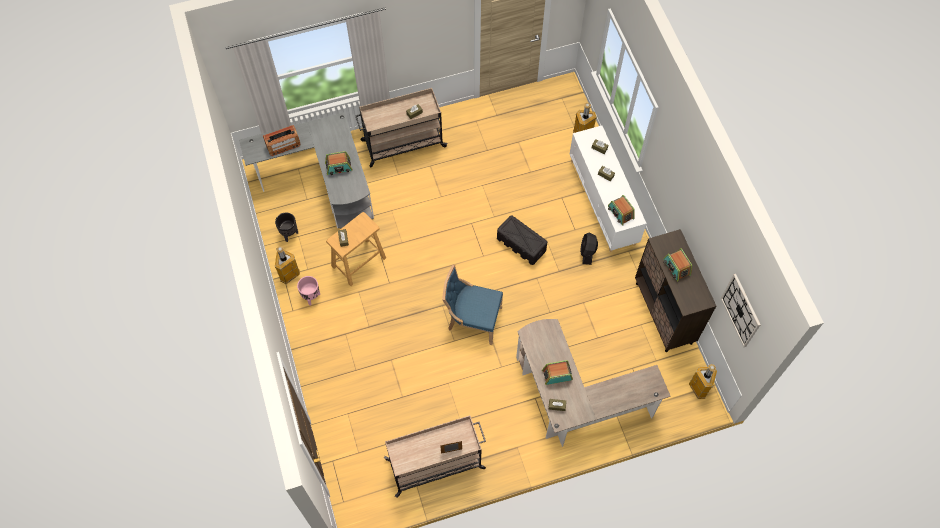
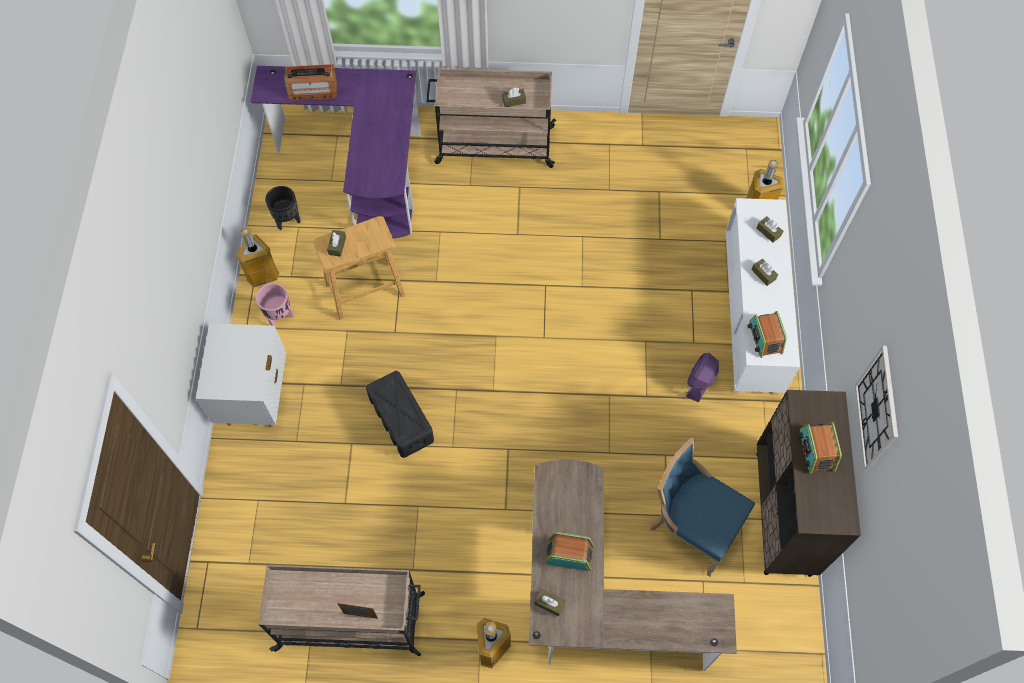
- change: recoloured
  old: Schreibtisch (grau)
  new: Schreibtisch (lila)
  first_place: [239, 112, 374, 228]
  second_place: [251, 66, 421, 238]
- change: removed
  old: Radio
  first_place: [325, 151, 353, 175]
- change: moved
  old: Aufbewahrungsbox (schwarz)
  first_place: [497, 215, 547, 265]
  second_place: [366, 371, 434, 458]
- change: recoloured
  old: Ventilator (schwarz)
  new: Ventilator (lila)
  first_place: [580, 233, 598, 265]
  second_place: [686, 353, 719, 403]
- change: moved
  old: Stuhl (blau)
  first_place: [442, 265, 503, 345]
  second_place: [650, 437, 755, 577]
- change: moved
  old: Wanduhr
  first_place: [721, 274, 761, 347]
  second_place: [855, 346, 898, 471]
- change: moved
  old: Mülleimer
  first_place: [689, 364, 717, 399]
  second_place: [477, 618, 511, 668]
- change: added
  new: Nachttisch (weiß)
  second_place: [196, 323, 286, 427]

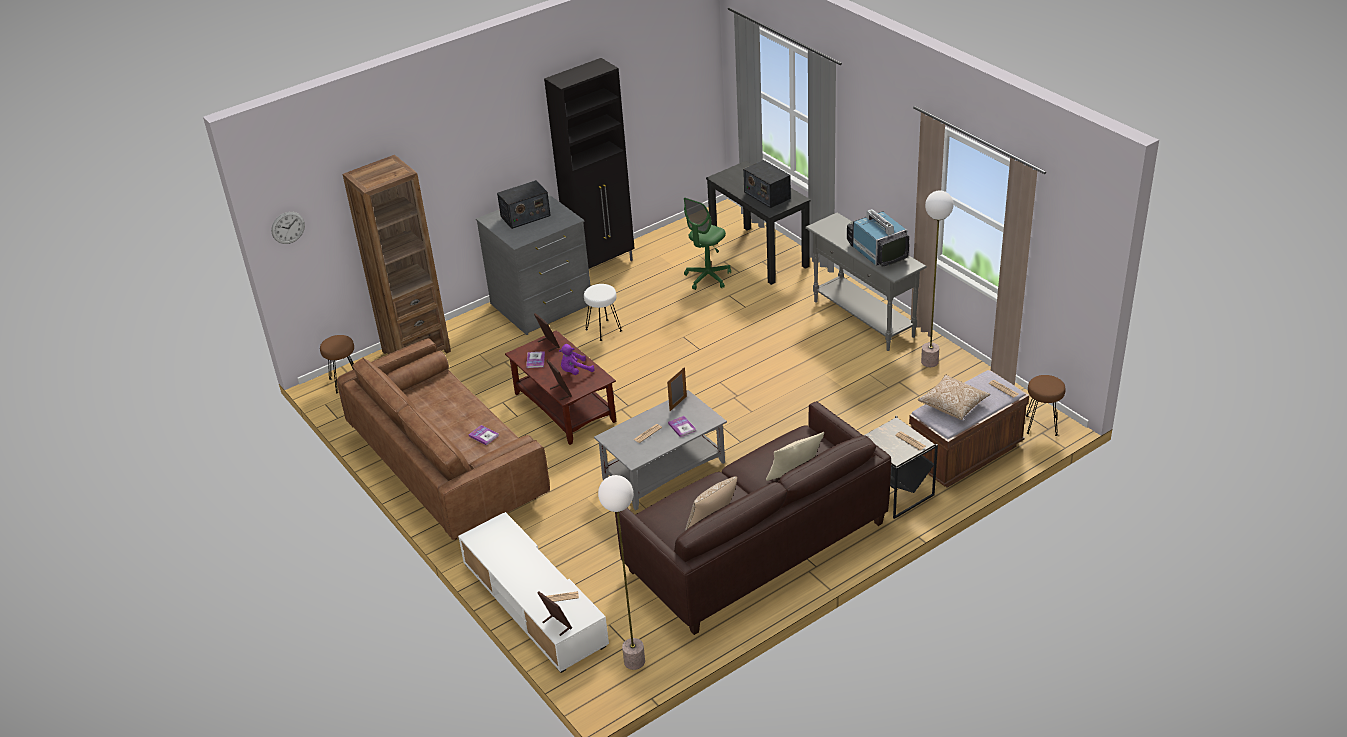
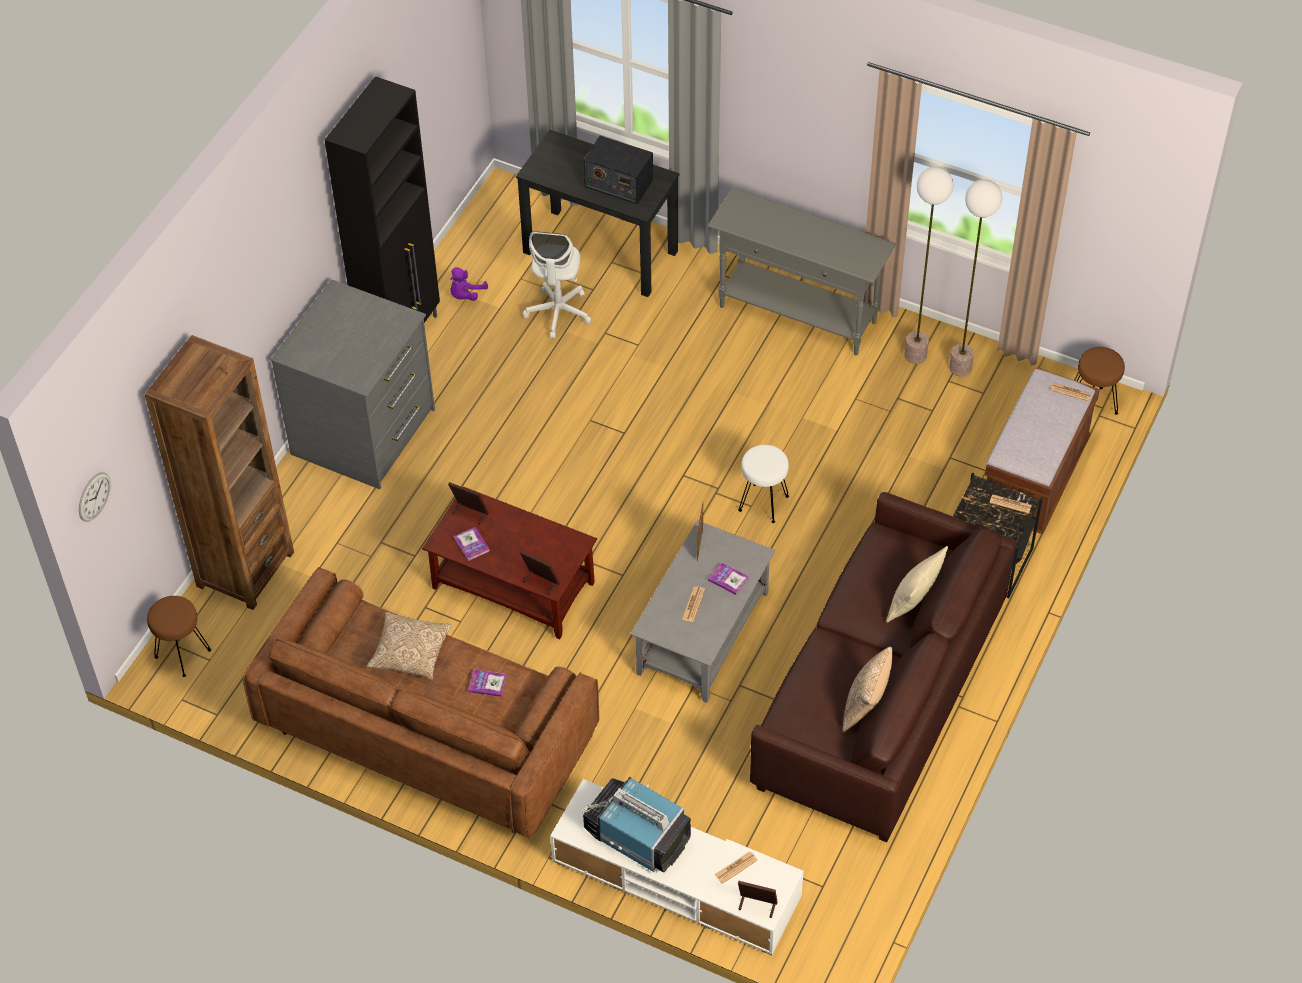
- change: removed
  old: Radio
  first_place: [497, 180, 551, 229]
- change: recoloured
  old: Bürostuhl (grün)
  new: Bürostuhl (weiß)
  first_place: [684, 198, 731, 290]
  second_place: [523, 231, 591, 339]
- change: moved
  old: Fernseher
  first_place: [847, 209, 909, 266]
  second_place: [582, 777, 691, 872]
- change: moved
  old: Hocker (weiß)
  first_place: [584, 284, 622, 341]
  second_place: [738, 445, 789, 523]
- change: moved
  old: Plüschtier (lila)
  first_place: [559, 344, 595, 375]
  second_place: [450, 267, 488, 301]
- change: moved
  old: Kissen
  first_place: [918, 375, 990, 420]
  second_place: [366, 612, 452, 680]
- change: moved
  old: Stehlampe
  first_place: [598, 475, 645, 670]
  second_place: [949, 179, 1002, 377]

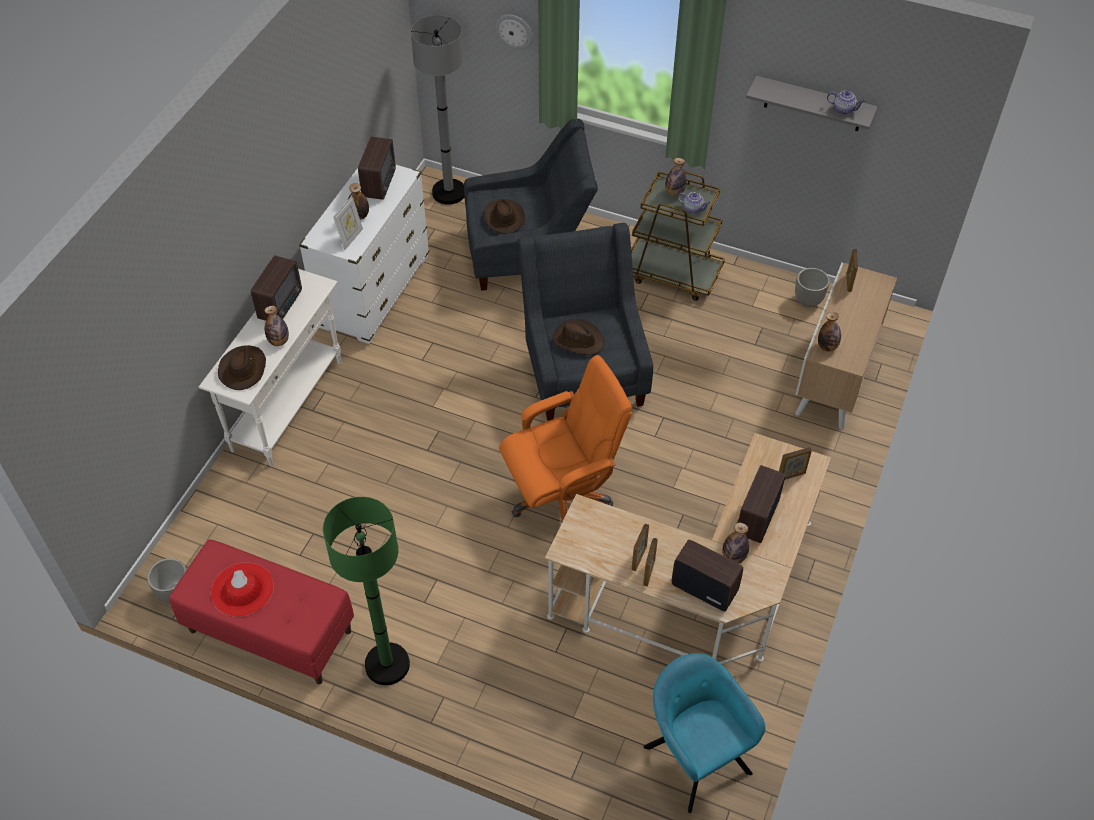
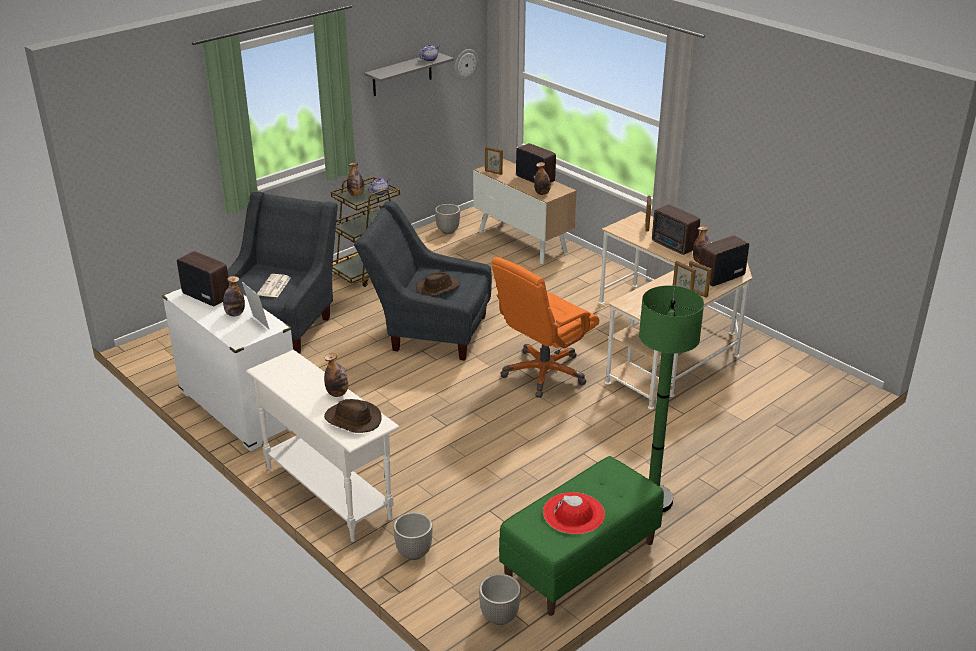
- change: removed
  old: Stehlampe (grau)
  first_place: [411, 15, 464, 205]
- change: moved
  old: Wanduhr
  first_place: [495, 15, 533, 50]
  second_place: [455, 49, 478, 80]
- change: replaced
  old: Hut (braun)
  new: Zeitung
  first_place: [484, 199, 525, 234]
  second_place: [257, 274, 291, 297]
- change: moved
  old: Radio
  first_place: [251, 255, 302, 321]
  second_place: [516, 143, 556, 183]
- change: turned
  old: Bürostuhl (orange)
  first_place: [499, 355, 633, 522]
  second_place: [492, 257, 599, 398]
  degrees: -135
- change: recoloured
  old: Bank (rot)
  new: Bank (grün)
  first_place: [169, 539, 354, 684]
  second_place: [499, 456, 664, 616]
- change: removed
  old: Sessel (türkis)
  first_place: [644, 653, 766, 813]
- change: added
  new: Pflanzkübel
  second_place: [393, 512, 433, 560]

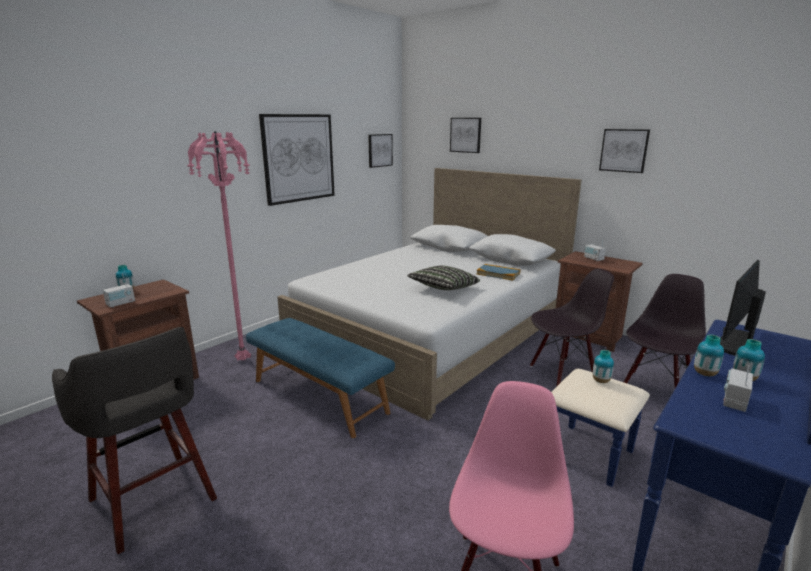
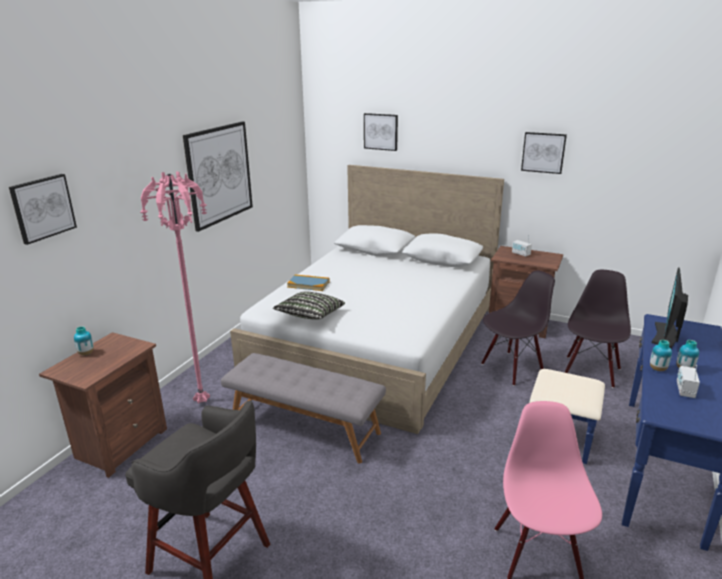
- change: moved
  old: Bild
  first_place: [368, 134, 393, 168]
  second_place: [9, 174, 77, 245]
- change: moved
  old: Buch
  first_place: [477, 264, 520, 280]
  second_place: [287, 274, 330, 291]
- change: moved
  old: Kissen
  first_place: [407, 266, 480, 290]
  second_place: [273, 291, 345, 319]
- change: removed
  old: Radio
  first_place: [103, 273, 135, 308]
- change: recoloured
  old: Bank (blau)
  new: Bank (grau)
  first_place: [246, 318, 395, 438]
  second_place: [221, 353, 386, 464]
- change: removed
  old: Vase
  first_place: [593, 350, 614, 383]

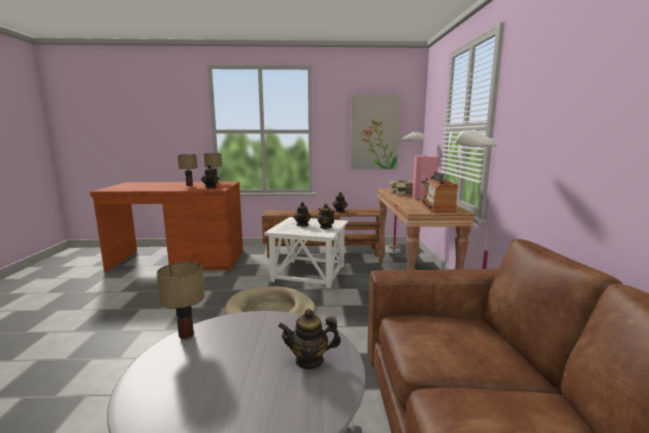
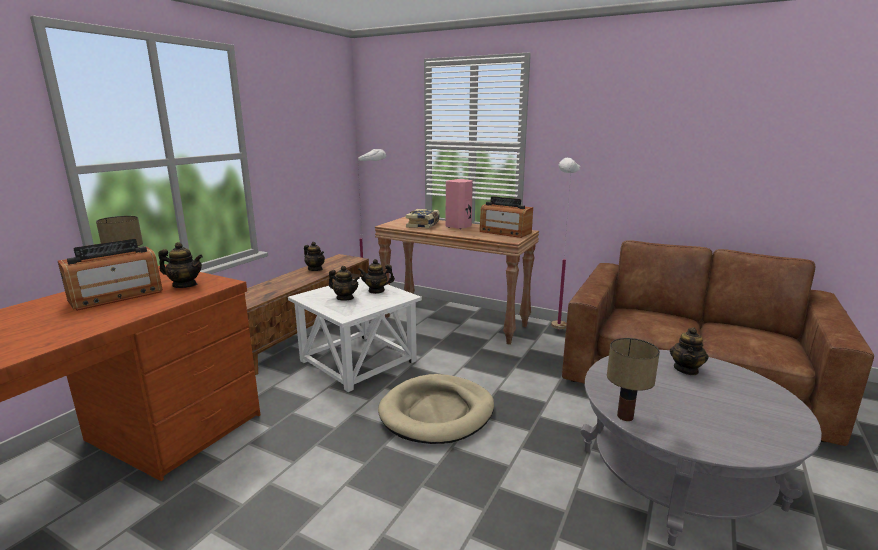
- change: removed
  old: Bild
  first_place: [350, 95, 401, 169]
- change: replaced
  old: Tischlampe
  new: Radio
  first_place: [177, 154, 198, 186]
  second_place: [58, 239, 163, 311]

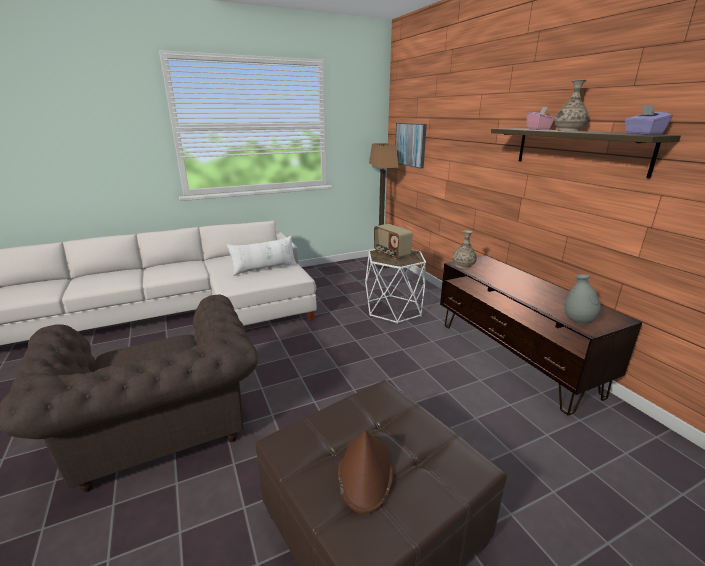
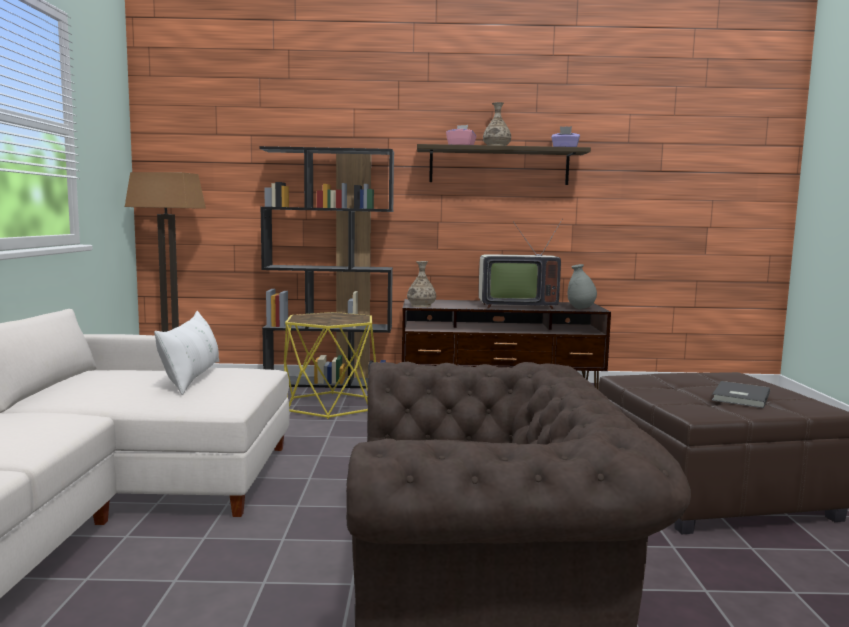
- change: removed
  old: Bild
  first_place: [395, 123, 427, 169]
- change: removed
  old: Radio
  first_place: [374, 224, 413, 259]
- change: recoloured
  old: Beistelltisch (weiß)
  new: Beistelltisch (gelb)
  first_place: [365, 250, 426, 324]
  second_place: [284, 312, 376, 419]
- change: replaced
  old: Hut (braun)
  new: Buch (grau)
  first_place: [338, 430, 393, 514]
  second_place: [712, 381, 770, 408]
- change: added
  new: Bücherregal (schwarz)
  second_place: [259, 146, 394, 388]
- change: added
  new: Fernseher
  second_place: [479, 220, 562, 309]

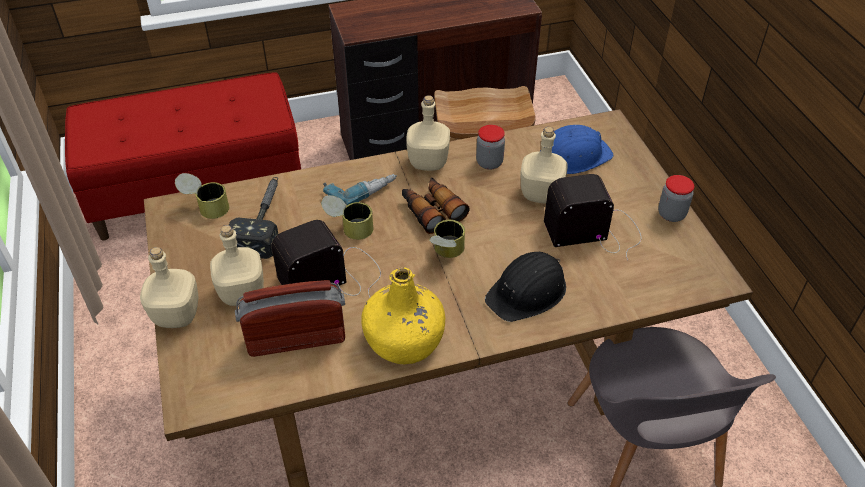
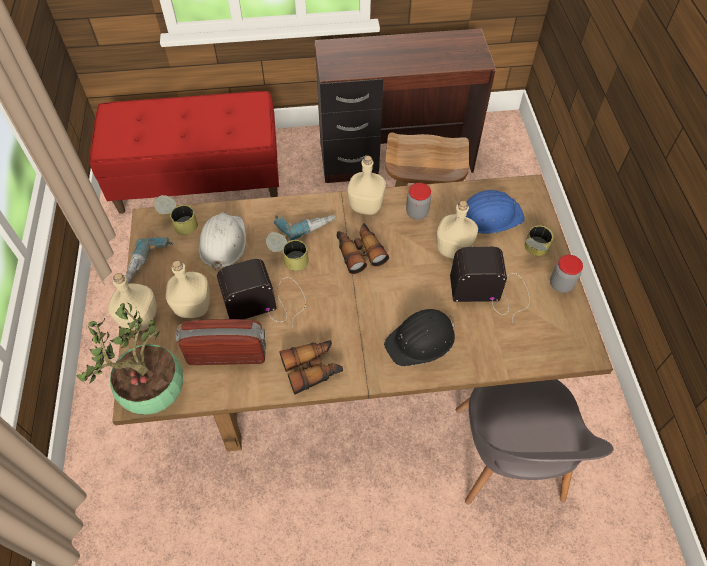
- change: replaced
  old: Hammer
  new: Schutzhelm (weiß)
  first_place: [229, 177, 278, 259]
  second_place: [199, 212, 246, 270]
- change: moved
  old: Dose
  first_place: [429, 220, 465, 258]
  second_place: [525, 225, 554, 256]
- change: replaced
  old: Flasche (gelb)
  new: Fernglas
  first_place: [361, 267, 445, 364]
  second_place: [279, 340, 343, 395]
- change: added
  new: Bohrmaschine
  second_place: [126, 238, 174, 283]
- change: added
  new: Topfpflanze
  second_place: [75, 302, 183, 415]

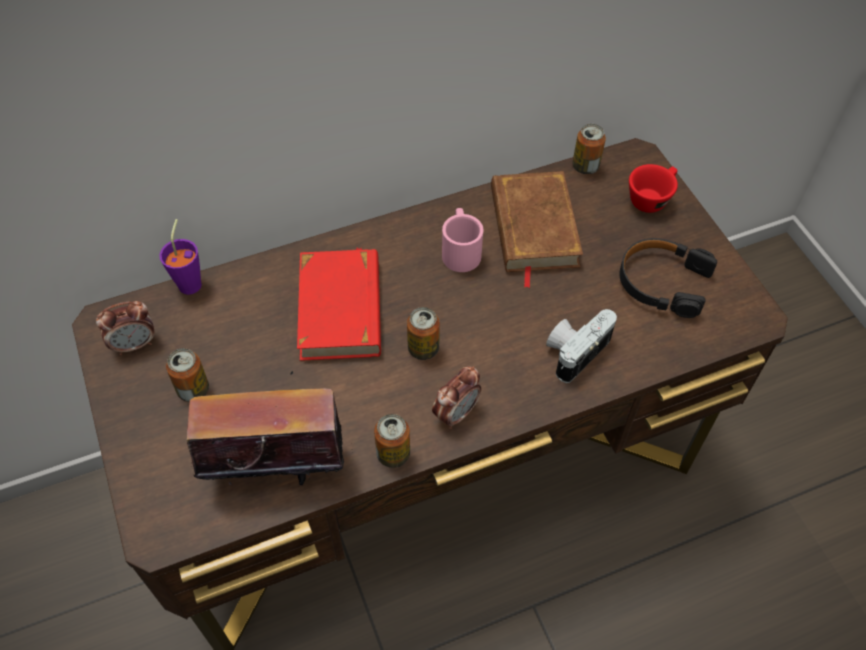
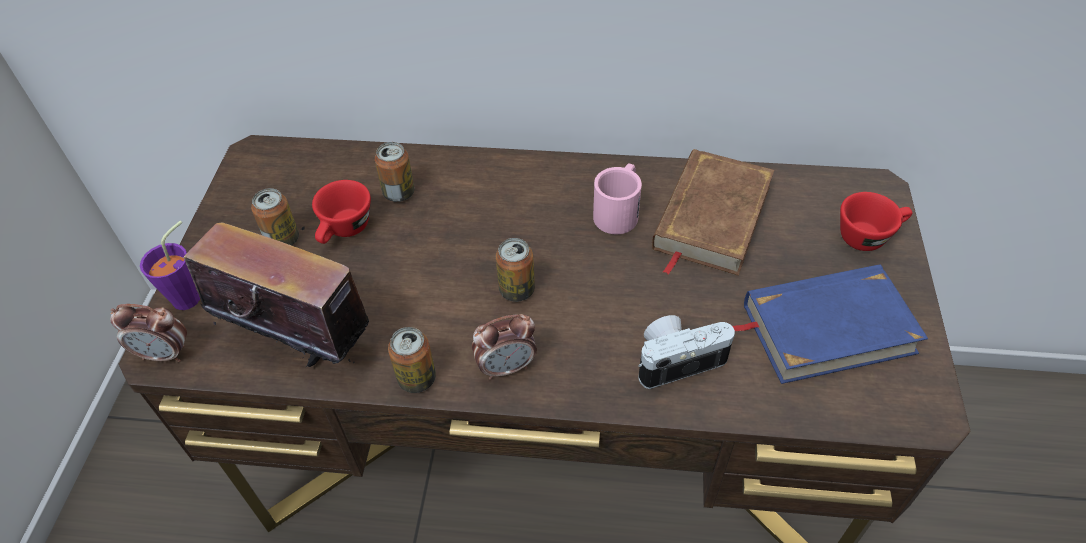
- change: moved
  old: Dose
  first_place: [572, 124, 606, 174]
  second_place: [375, 142, 415, 202]
- change: moved
  old: Tasse (lila)
  first_place: [159, 219, 202, 295]
  second_place: [140, 221, 200, 310]
- change: replaced
  old: Kopfhörer (schwarz)
  new: Buch (blau)
  first_place: [619, 238, 717, 318]
  second_place: [732, 264, 928, 384]
- change: removed
  old: Buch (rot)
  first_place: [297, 247, 381, 361]
- change: moved
  old: Wecker
  first_place: [96, 301, 154, 355]
  second_place: [110, 304, 187, 362]
- change: added
  new: Tasse (rot)
  second_place: [312, 180, 371, 244]

